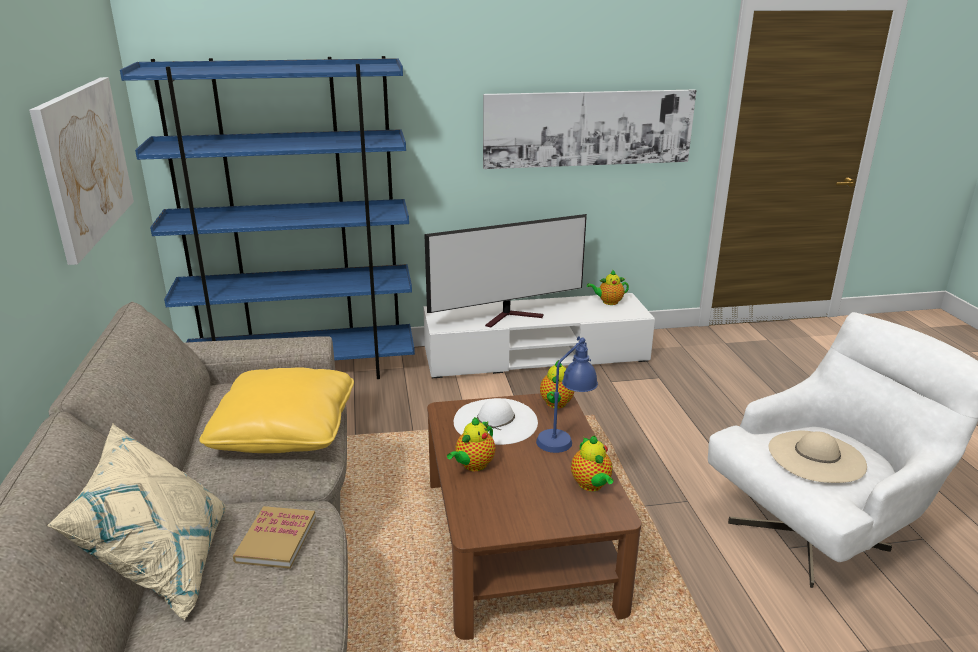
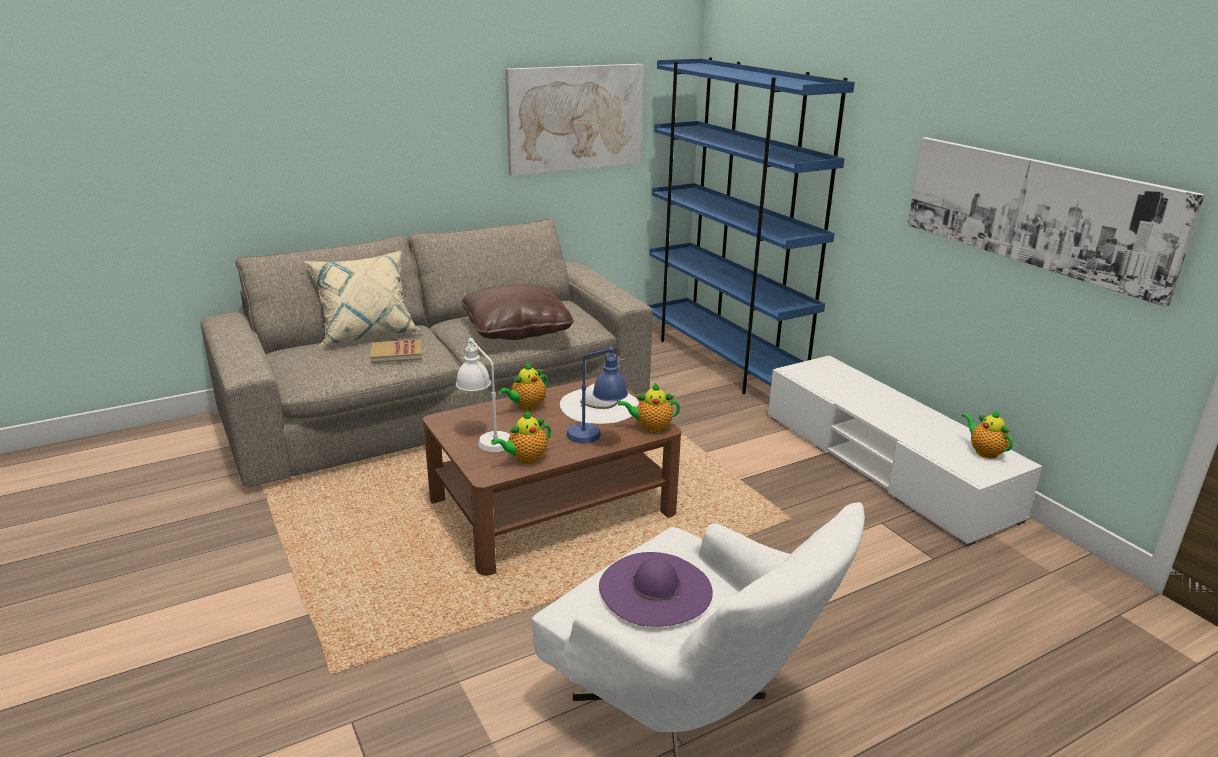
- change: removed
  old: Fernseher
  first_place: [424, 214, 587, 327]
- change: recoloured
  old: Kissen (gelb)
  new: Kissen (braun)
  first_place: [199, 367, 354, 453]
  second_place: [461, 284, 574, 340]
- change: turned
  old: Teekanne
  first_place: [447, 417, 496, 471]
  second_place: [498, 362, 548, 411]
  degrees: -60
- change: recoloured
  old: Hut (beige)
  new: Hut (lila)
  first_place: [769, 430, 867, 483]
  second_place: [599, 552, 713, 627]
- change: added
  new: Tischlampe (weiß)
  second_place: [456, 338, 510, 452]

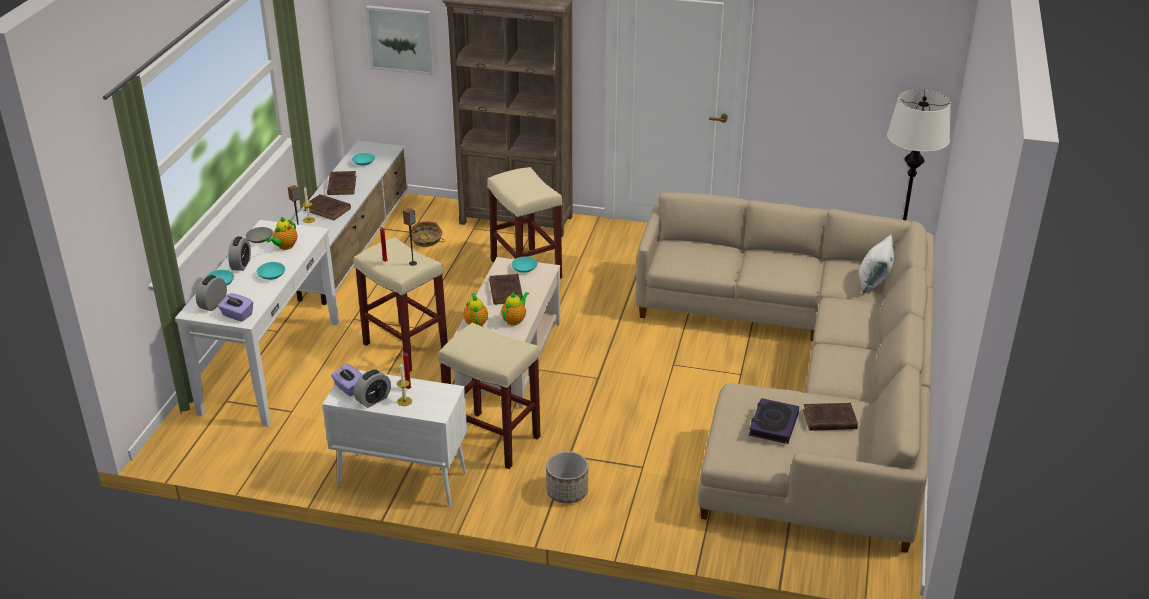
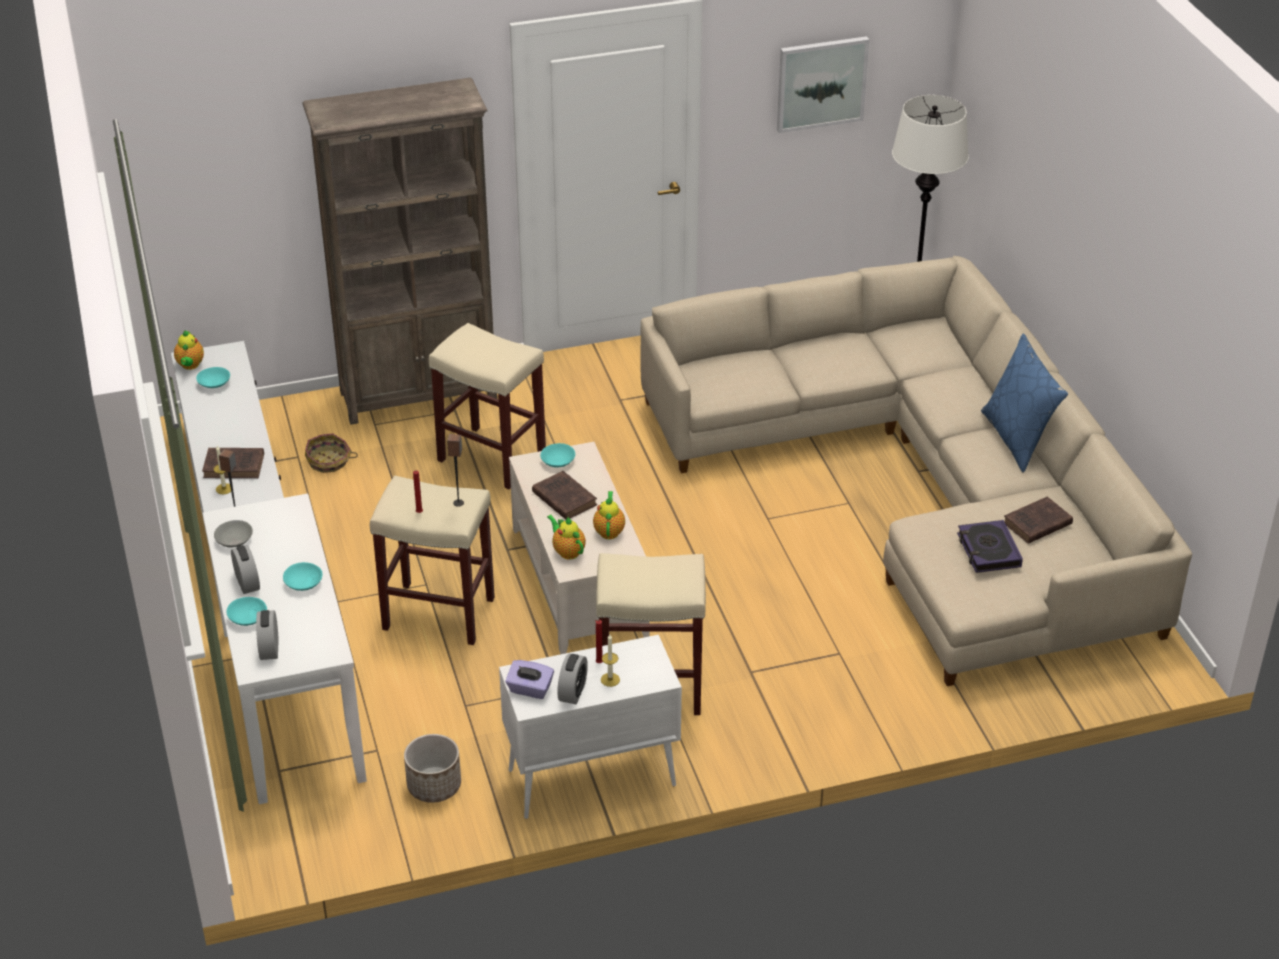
- change: moved
  old: Bild
  first_place: [365, 5, 434, 75]
  second_place: [777, 36, 869, 133]
- change: removed
  old: Buch (braun)
  first_place: [327, 171, 356, 195]
- change: moved
  old: Teekanne
  first_place: [267, 217, 297, 250]
  second_place: [174, 331, 204, 370]
- change: removed
  old: Kissen (weiß)
  first_place: [859, 235, 894, 293]
- change: removed
  old: Taschentuchbox (lila)
  first_place: [218, 293, 253, 322]
- change: moved
  old: Pflanzkübel
  first_place: [546, 451, 588, 504]
  second_place: [404, 734, 461, 803]
- change: added
  new: Kissen (blau)
  second_place: [981, 334, 1068, 473]

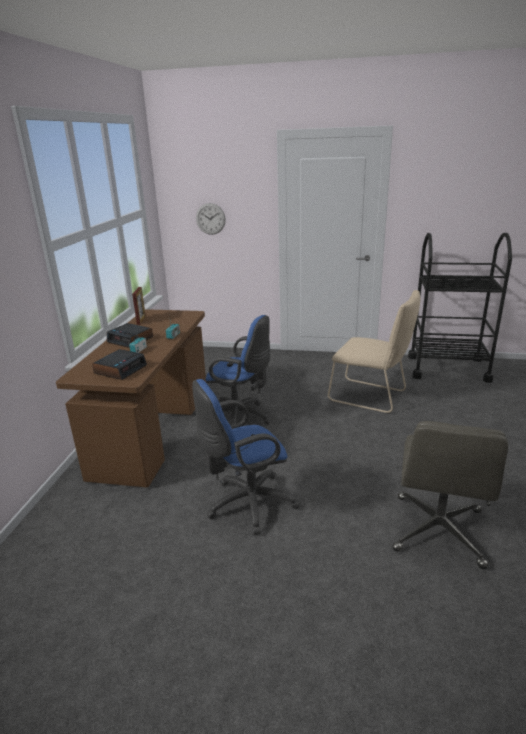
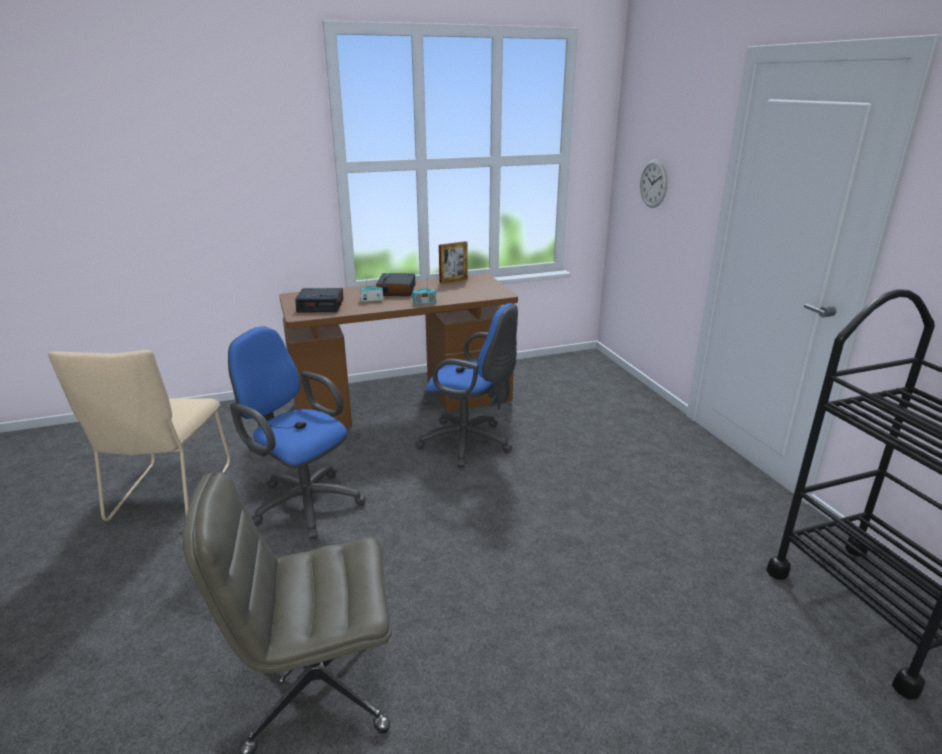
- change: moved
  old: Stuhl (beige)
  first_place: [328, 290, 420, 413]
  second_place: [48, 350, 230, 521]
- change: turned
  old: Bürostuhl (blau)
  first_place: [206, 315, 271, 425]
  second_place: [415, 303, 518, 468]
  degrees: -60

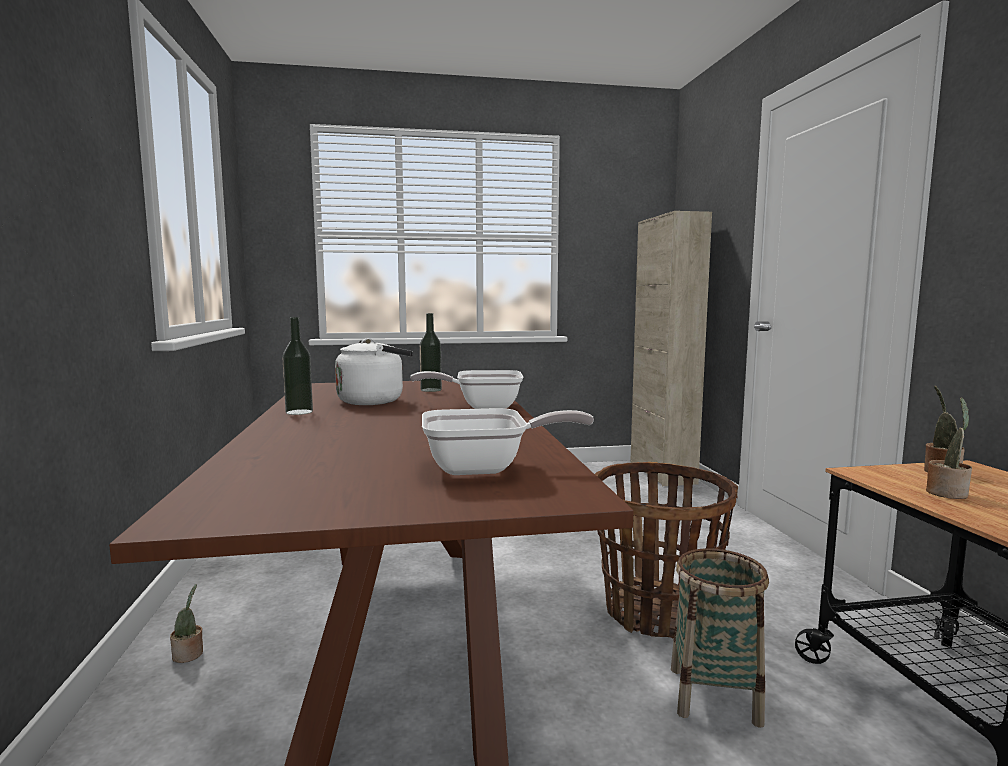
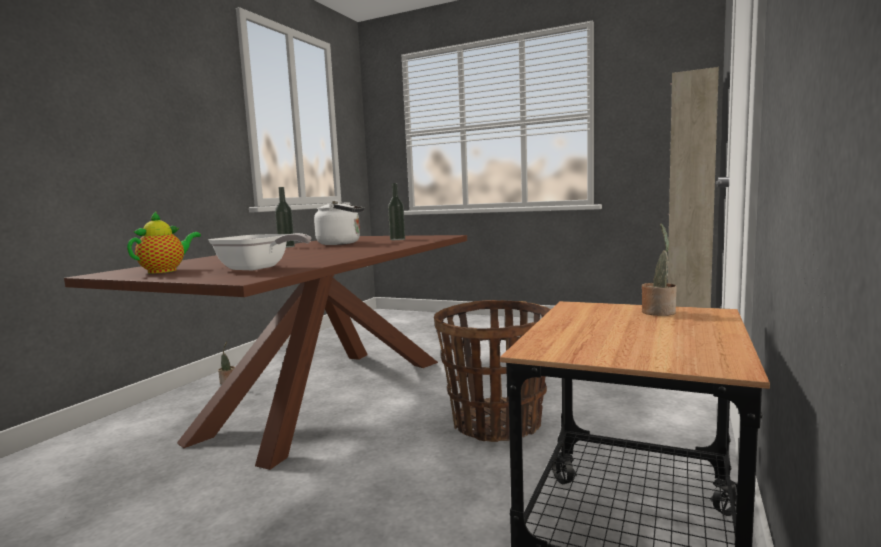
- change: removed
  old: Pfanne
  first_place: [410, 370, 523, 409]
- change: removed
  old: Topfpflanze
  first_place: [926, 397, 972, 499]
- change: removed
  old: Korb
  first_place: [671, 548, 769, 728]
- change: added
  new: Teekanne
  second_place: [127, 211, 201, 274]

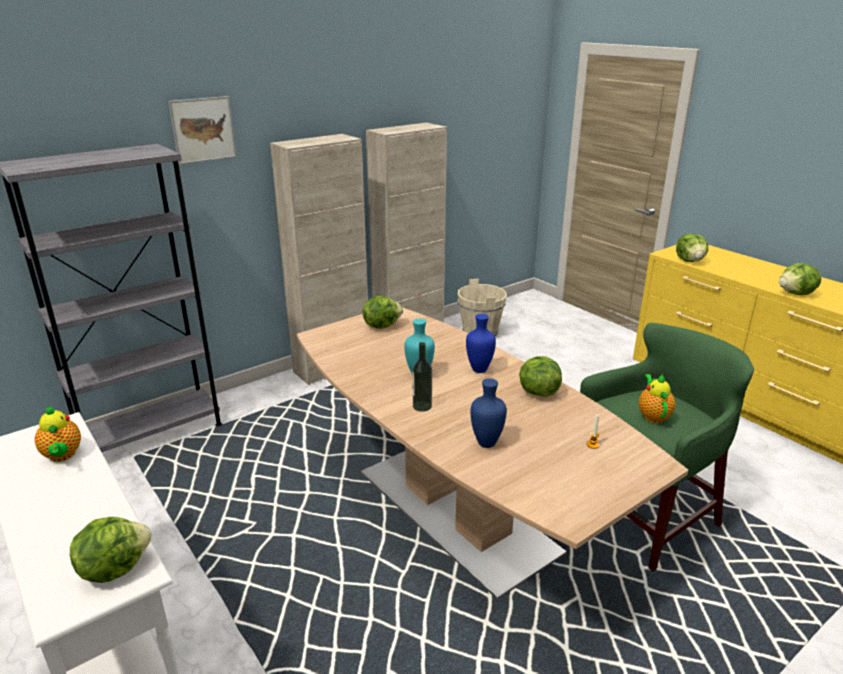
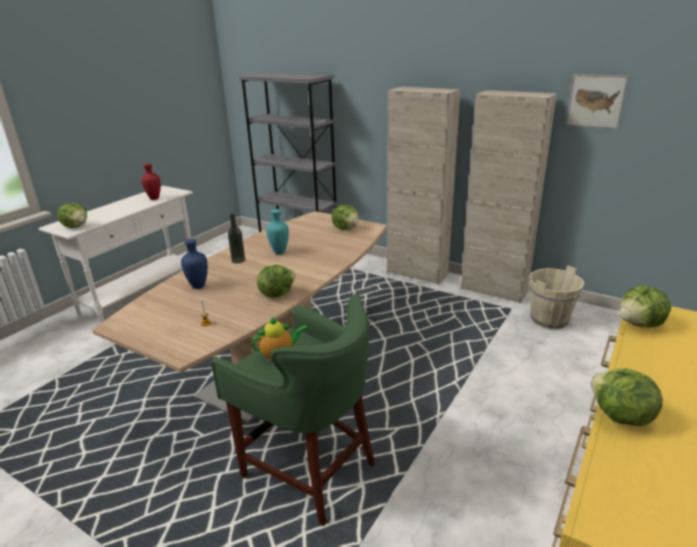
- change: moved
  old: Bild
  first_place: [168, 96, 237, 165]
  second_place: [566, 74, 629, 129]
- change: removed
  old: Vase (blau)
  first_place: [466, 314, 496, 373]
- change: replaced
  old: Teekanne
  new: Vase (rot)
  first_place: [35, 406, 81, 462]
  second_place: [141, 164, 161, 200]

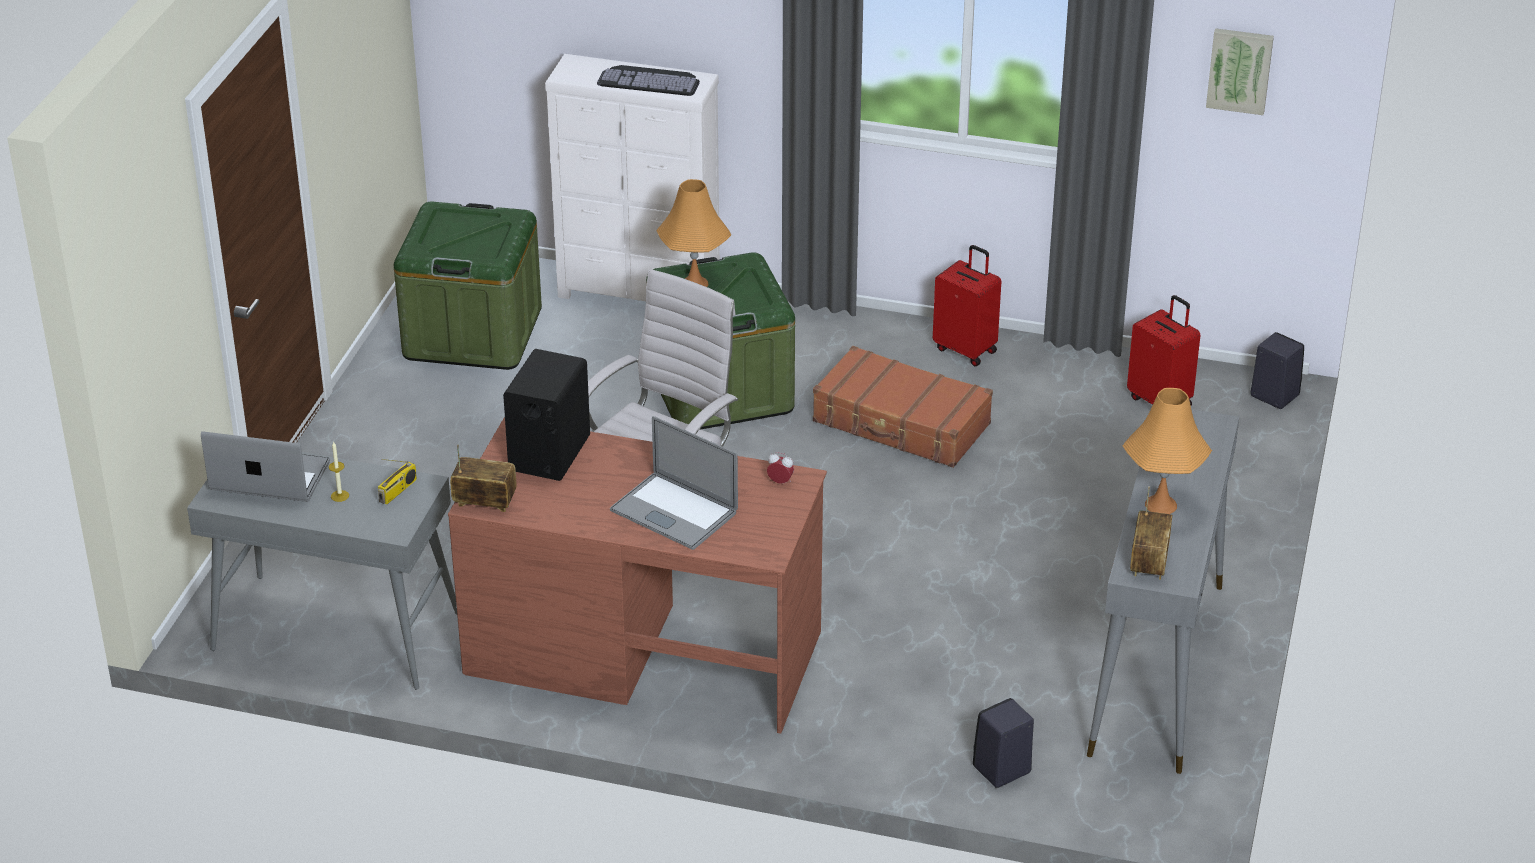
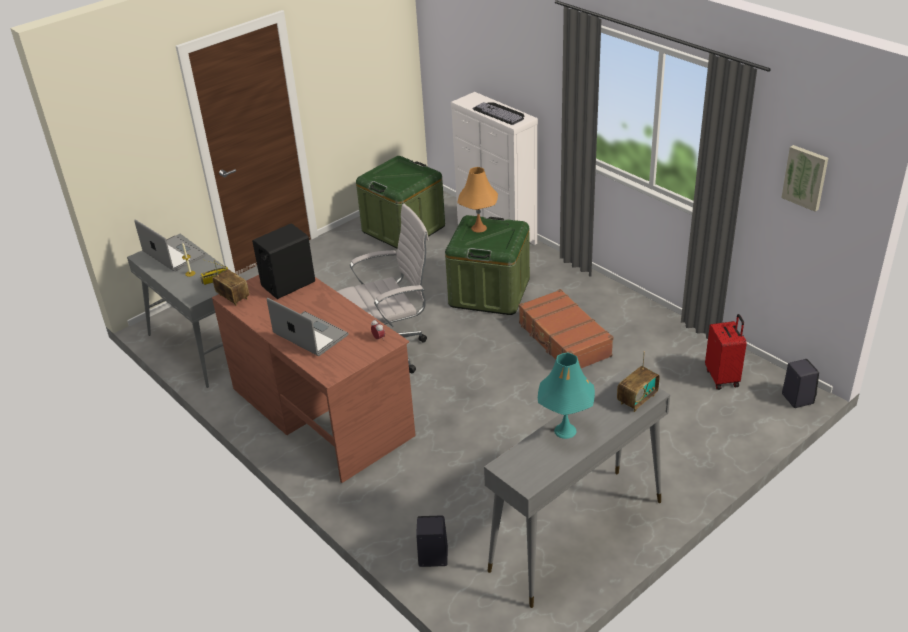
- change: removed
  old: Koffer (rot)
  first_place: [933, 245, 1001, 366]
- change: recoloured
  old: Tischlampe (orange)
  new: Tischlampe (türkis)
  first_place: [1123, 388, 1212, 514]
  second_place: [538, 352, 595, 439]
- change: turned
  old: Laptop
  first_place: [610, 416, 738, 550]
  second_place: [267, 298, 349, 356]
  degrees: 150
- change: moved
  old: Radio
  first_place: [1130, 486, 1172, 580]
  second_place: [617, 351, 660, 412]

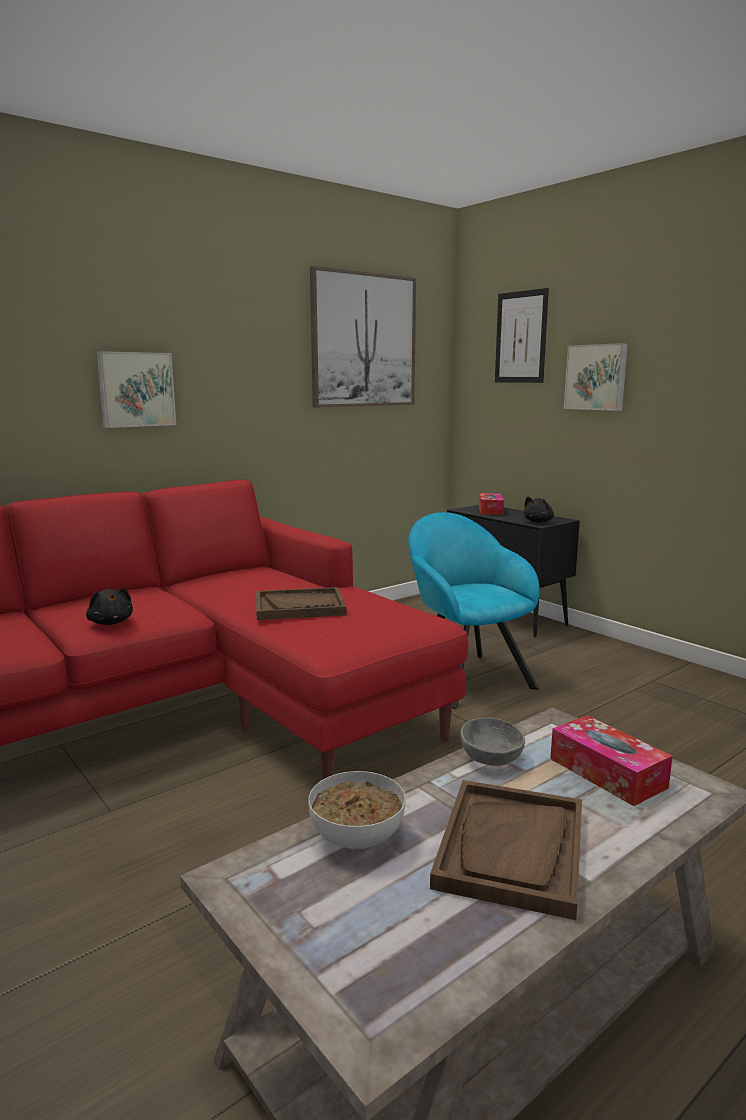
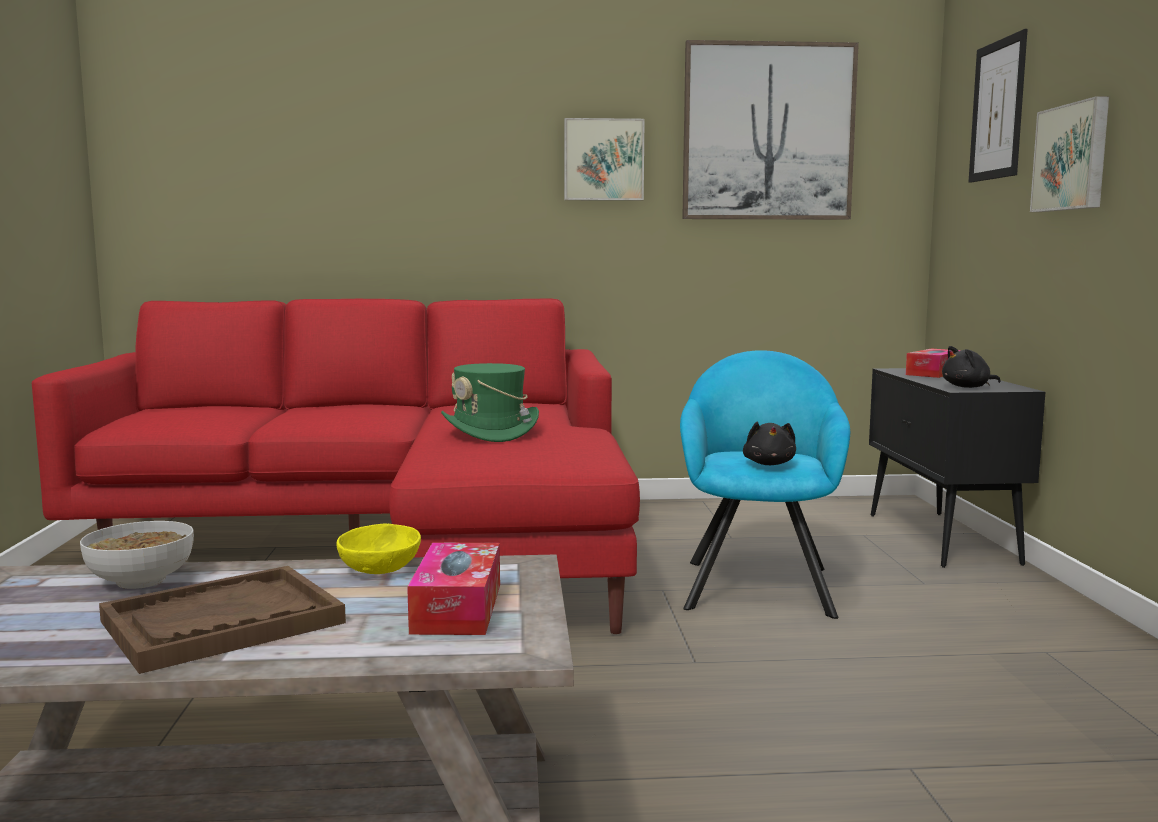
- change: moved
  old: Bild
  first_place: [96, 351, 176, 428]
  second_place: [564, 118, 645, 201]
- change: replaced
  old: Tablett (braun)
  new: Hut (grün)
  first_place: [256, 587, 347, 620]
  second_place: [441, 363, 539, 442]
- change: moved
  old: Plüschtier (schwarz)
  first_place: [86, 588, 133, 625]
  second_place: [743, 422, 796, 465]
- change: recoloured
  old: Schüssel (grau)
  new: Schüssel (gelb)
  first_place: [460, 718, 525, 766]
  second_place: [336, 523, 421, 574]

